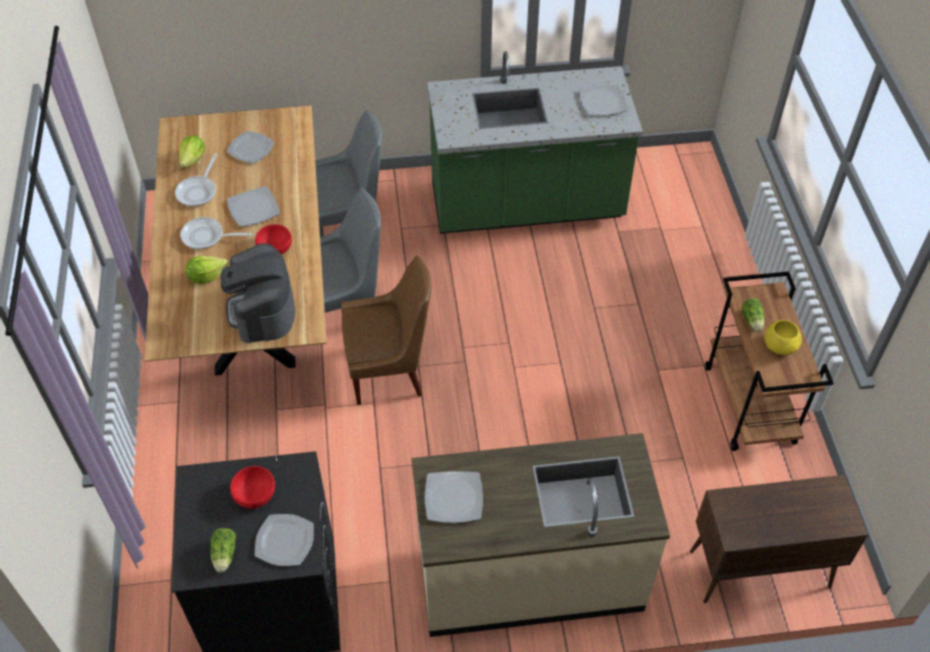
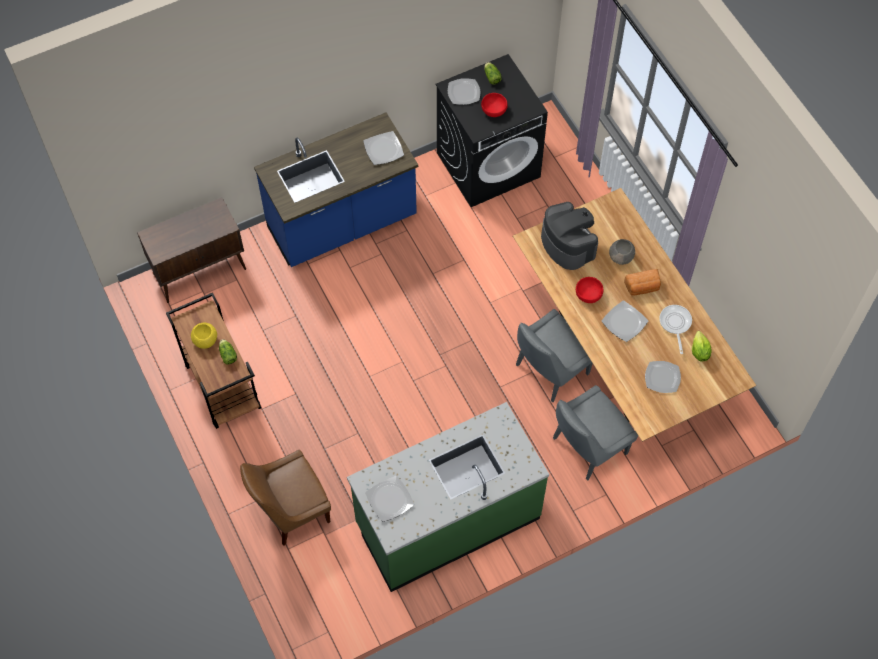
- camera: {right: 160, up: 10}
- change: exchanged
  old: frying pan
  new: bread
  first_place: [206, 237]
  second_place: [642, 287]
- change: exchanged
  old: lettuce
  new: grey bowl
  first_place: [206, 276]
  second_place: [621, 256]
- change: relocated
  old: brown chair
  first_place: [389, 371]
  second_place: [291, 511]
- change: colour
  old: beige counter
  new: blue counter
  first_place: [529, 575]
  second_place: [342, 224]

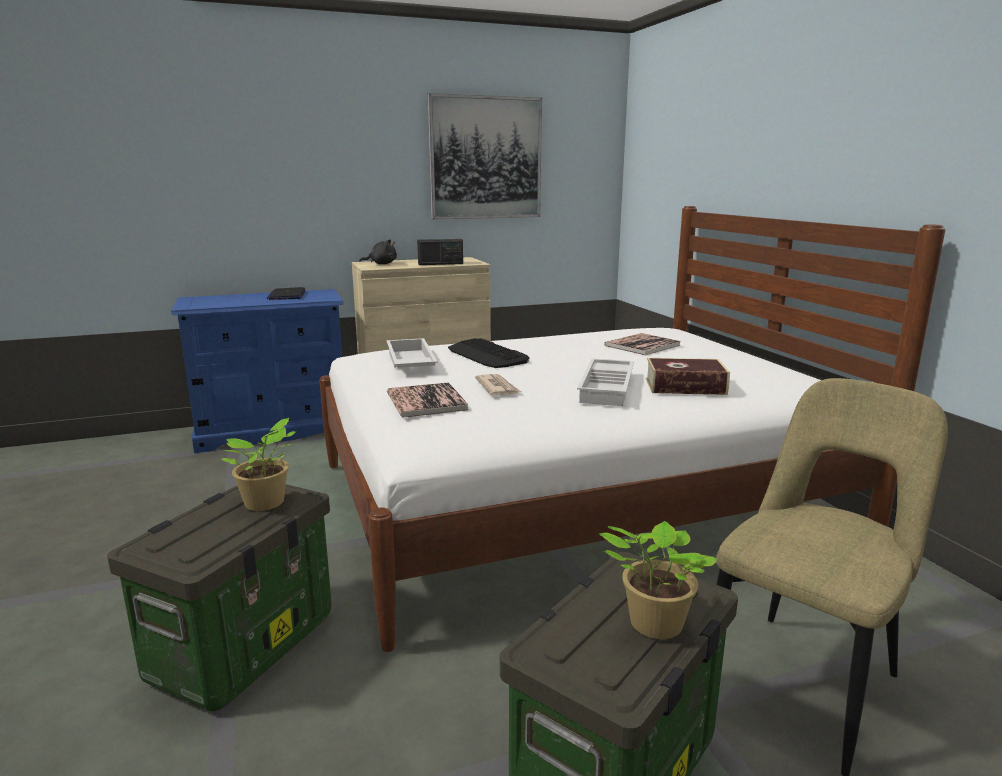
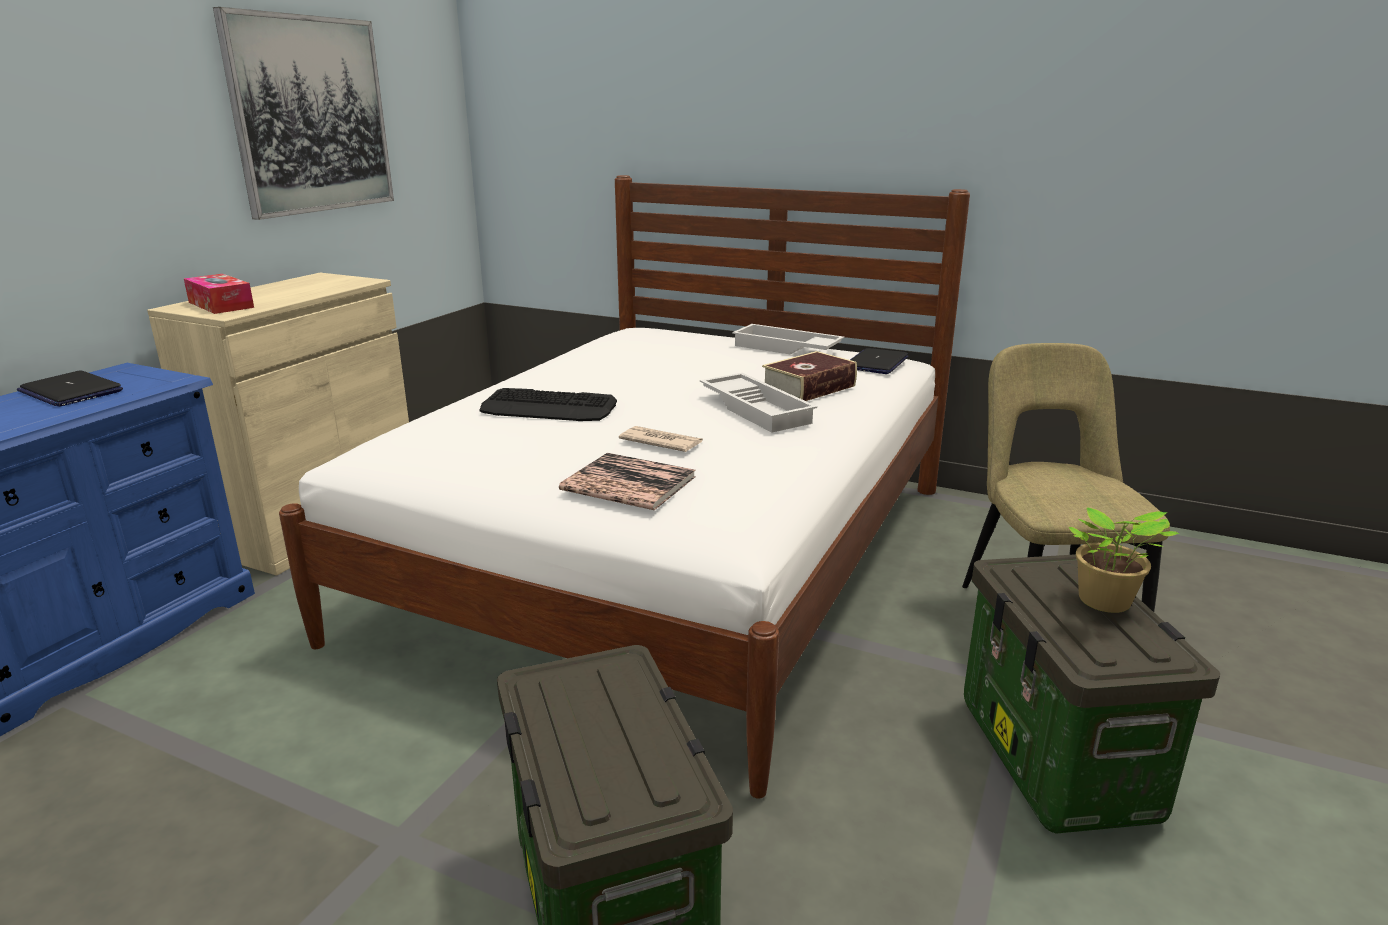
- camera: {right: -45, up: 5}
- change: missing
  old: potted plant
  first_place: [266, 504]
- change: exchanged
  old: black plush toy
  new: tissue box
  first_place: [381, 264]
  second_place: [221, 305]
- change: relocated
  old: white tray
  first_place: [409, 363]
  second_place: [785, 348]
- change: missing
  old: radio
  first_place: [440, 264]
- change: missing
  old: book
  first_place: [642, 345]
- change: appeared
  new: laptop
  second_place: [876, 363]

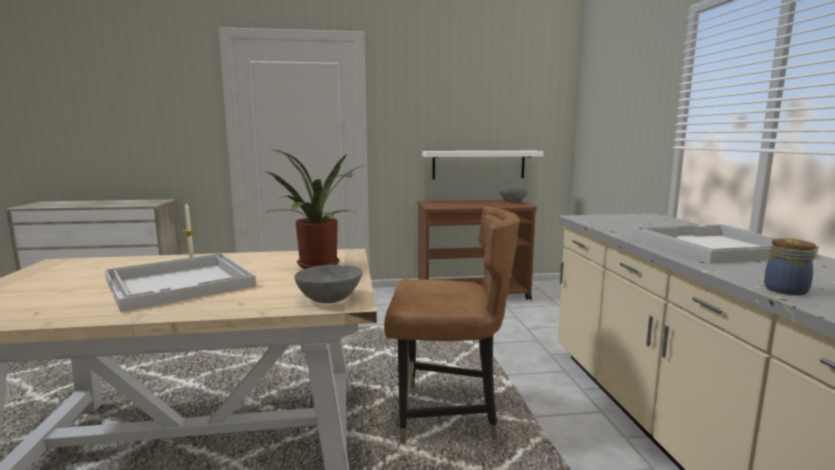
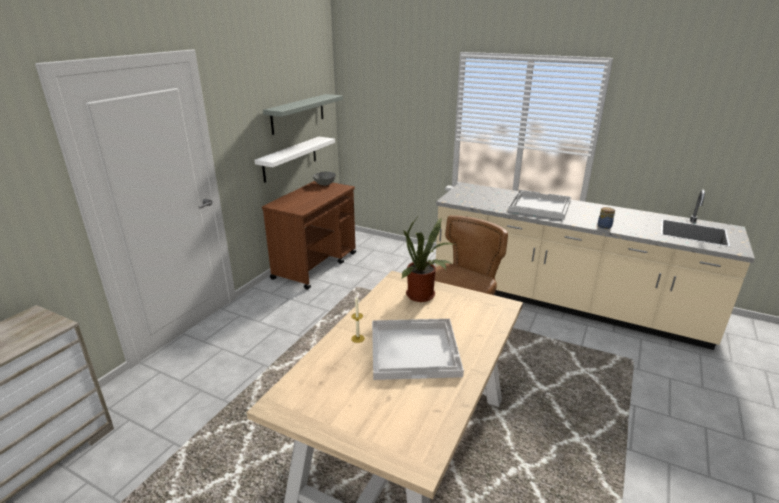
- camera: {right: -55, up: 15}
- change: missing
  old: grey bowl
  first_place: [329, 299]
- change: appeared
  new: grey shelf
  second_place: [298, 113]

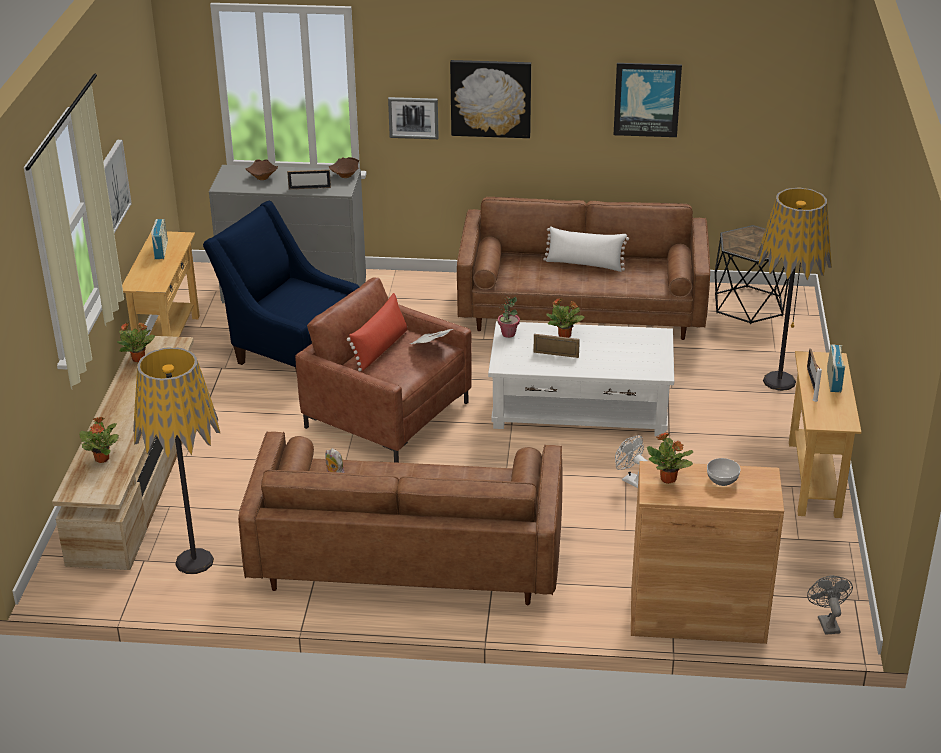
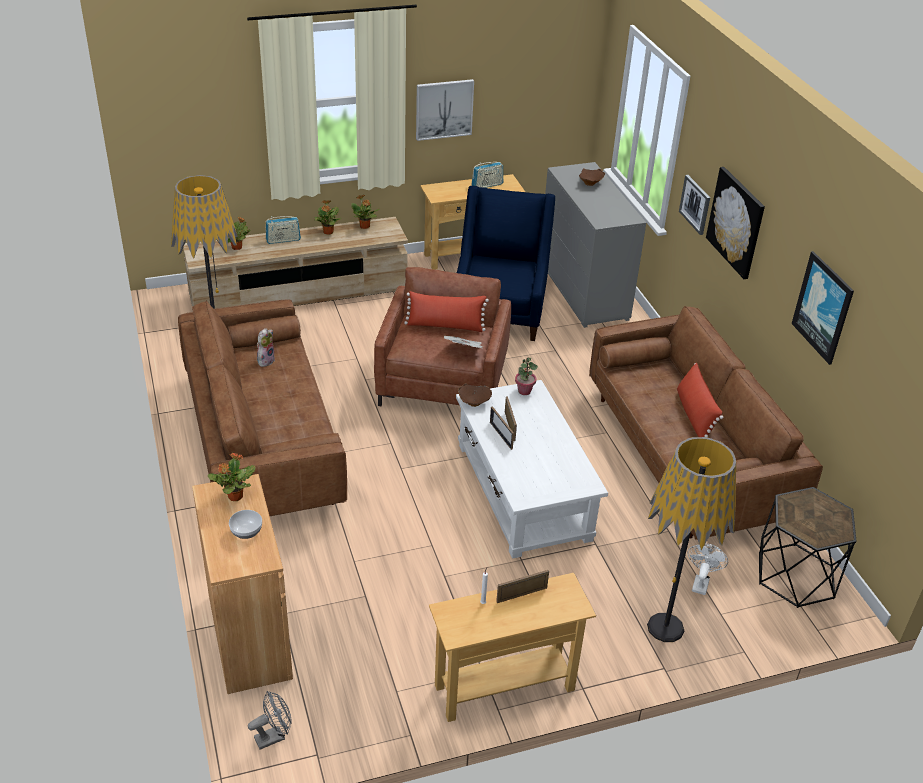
- camera: {right: 65, up: 5}
- change: relocated
  old: picture frame
  first_place: [309, 188]
  second_place: [501, 435]
- change: relocated
  old: brown bowl
  first_place: [344, 175]
  second_place: [474, 402]
- change: colour
  old: white pillow
  new: red pillow
  first_place: [584, 264]
  second_place: [694, 415]
- change: relocated
  old: potted plant
  first_place: [565, 335]
  second_place: [328, 232]
- change: relocated
  old: white fan
  first_place: [631, 480]
  second_place: [700, 582]
- change: relocated
  old: radio
  first_place: [833, 380]
  second_place: [283, 240]

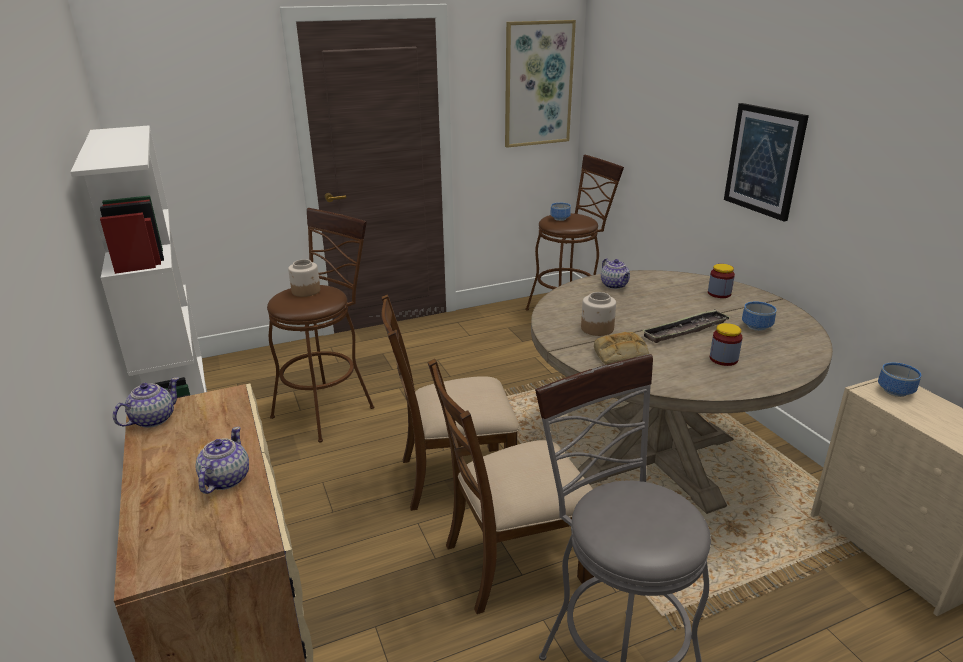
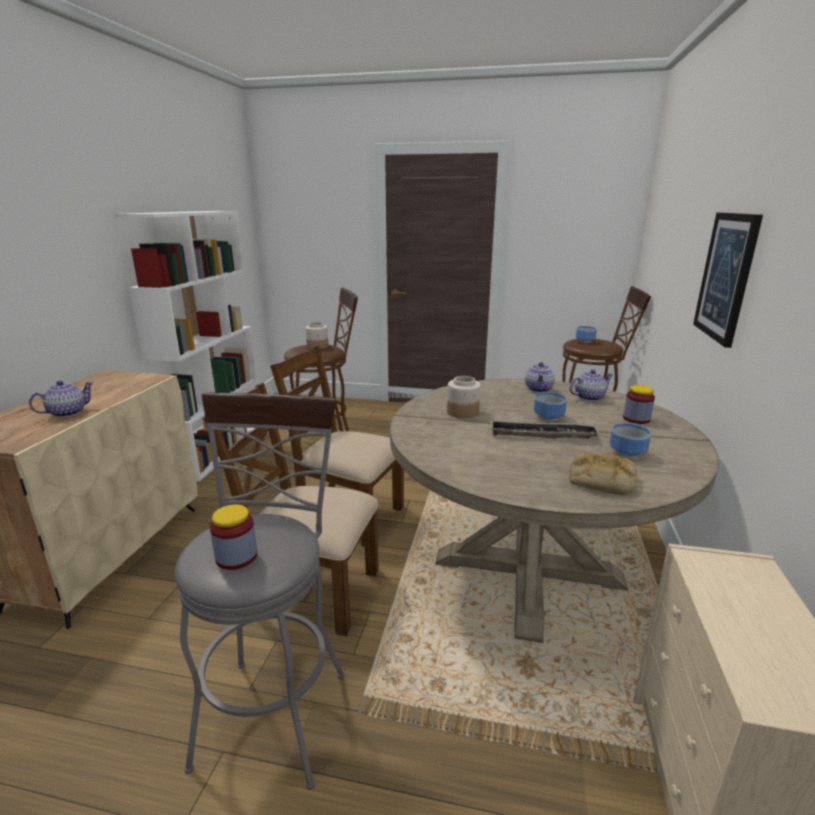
- camera: {right: 35, up: -5}
- change: relocated
  old: teapot
  first_place: [152, 419]
  second_place: [588, 397]
- change: missing
  old: picture
  first_place: [538, 84]
- change: relocated
  old: bread
  first_place: [620, 355]
  second_place: [600, 480]
- change: relocated
  old: jar
  first_place: [723, 359]
  second_place: [236, 557]
- change: relocated
  old: bowl
  first_place: [893, 390]
  second_place: [548, 416]

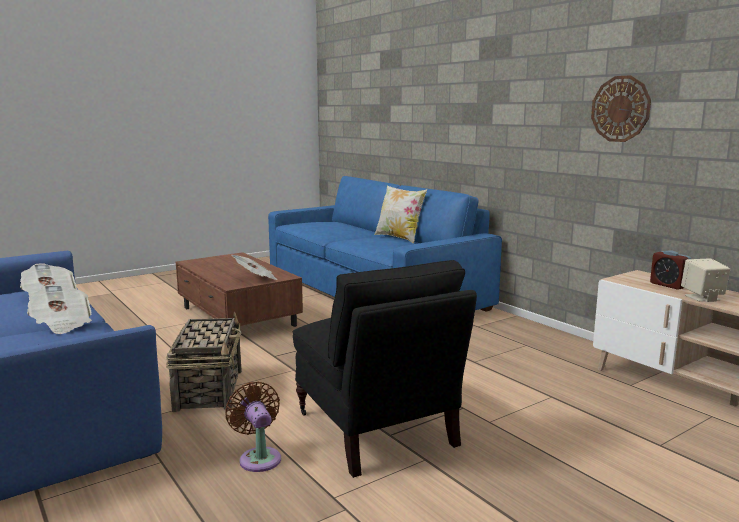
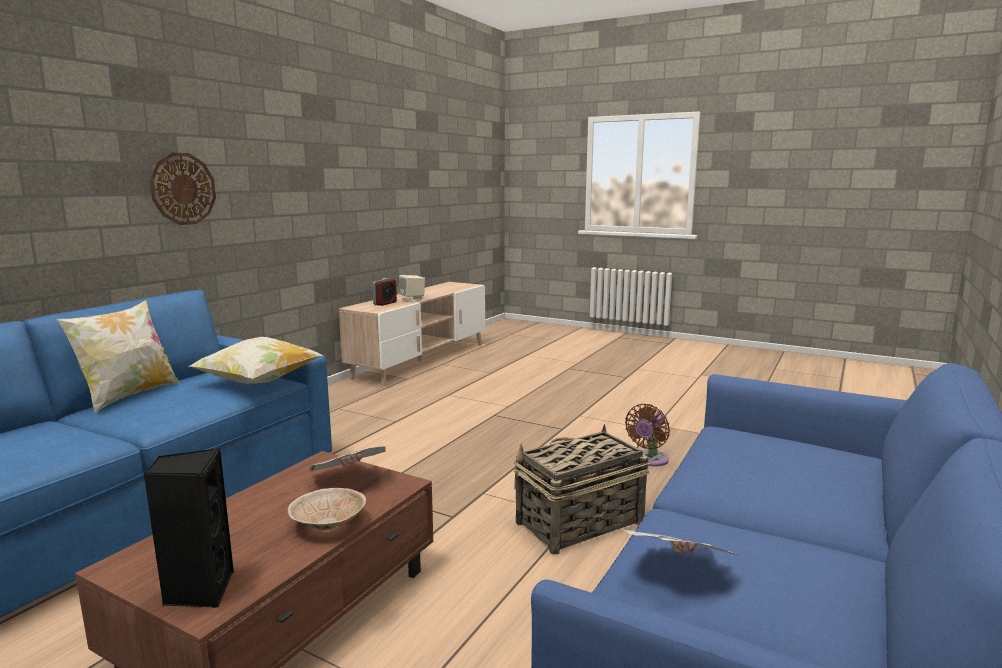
- camera: {right: -115, up: 0}
- change: missing
  old: newspaper
  first_place: [62, 324]
- change: missing
  old: black armchair
  first_place: [376, 431]
- change: relocated
  old: wall clock
  first_place: [620, 109]
  second_place: [183, 189]
- change: appeared
  new: black speaker
  second_place: [199, 591]
- change: appeared
  new: pillow
  second_place: [259, 382]
- change: appeared
  new: beige bowl
  second_place: [329, 524]

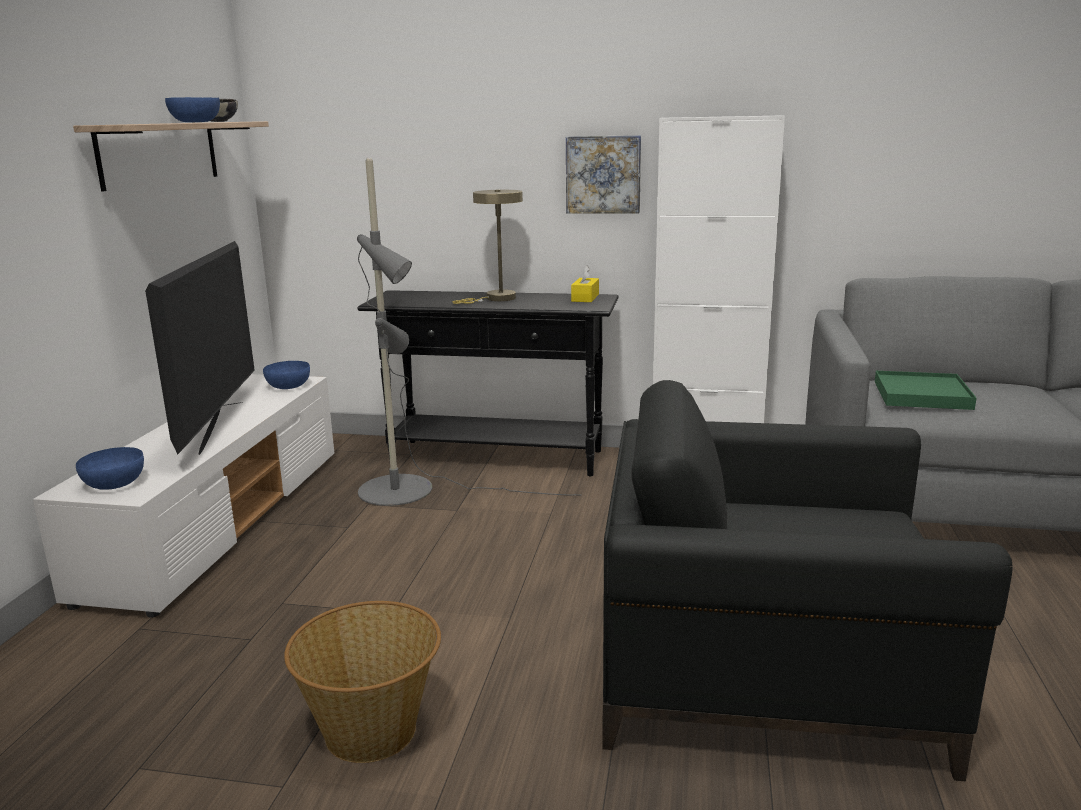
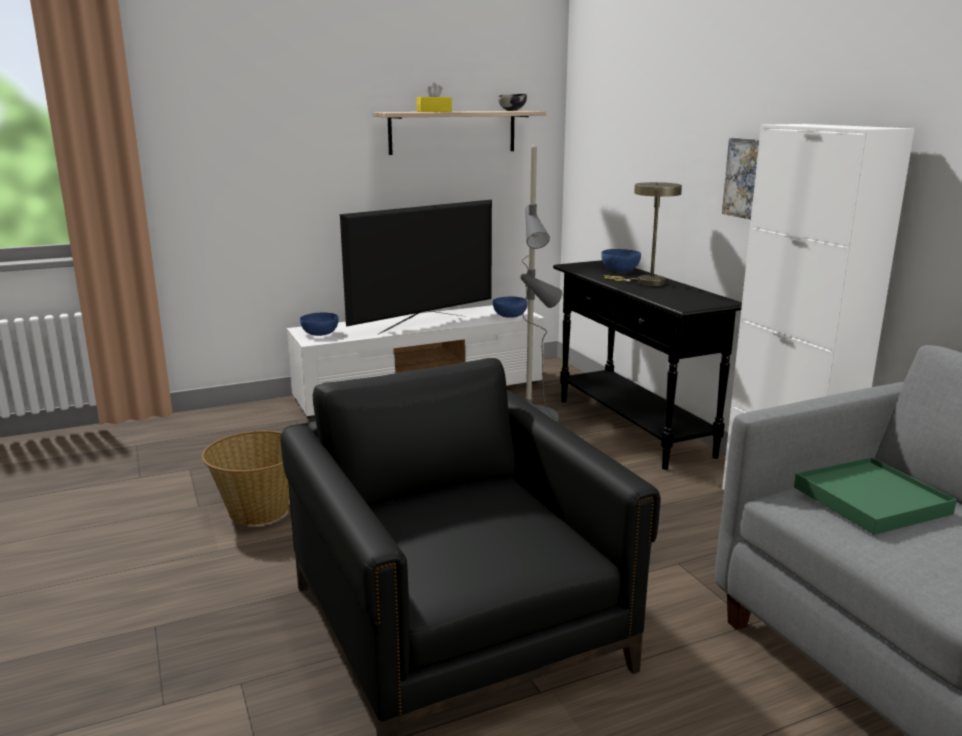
- camera: {right: 55, up: 0}
- change: relocated
  old: blue bowl
  first_place: [195, 122]
  second_place: [620, 270]
- change: relocated
  old: yellow tissue box
  first_place: [585, 298]
  second_place: [434, 111]

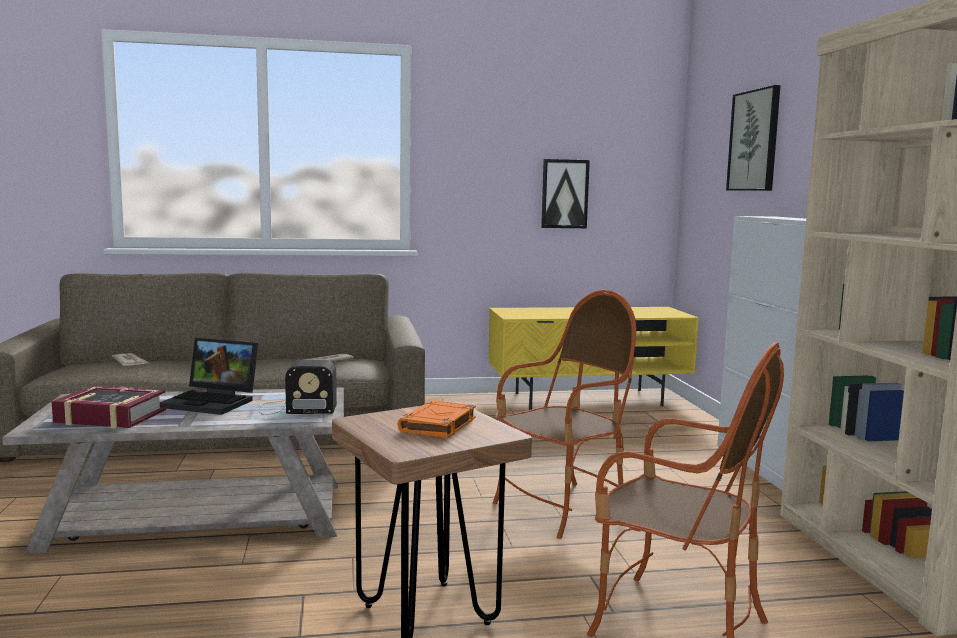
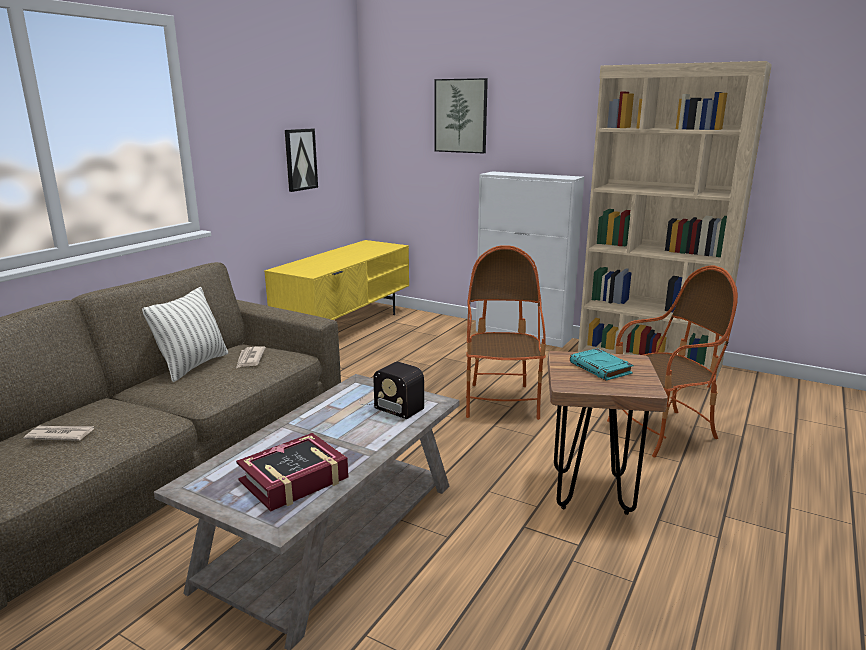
- camera: {right: -50, up: 10}
- change: missing
  old: laptop
  first_place: [213, 402]
- change: spun
  old: radio
  first_place: [295, 408]
  second_place: [389, 403]
  degrees: 90
- change: colour
  old: orange book
  new: turquoise book
  first_place: [438, 425]
  second_place: [601, 368]
- change: appeared
  new: pillow
  second_place: [193, 366]

